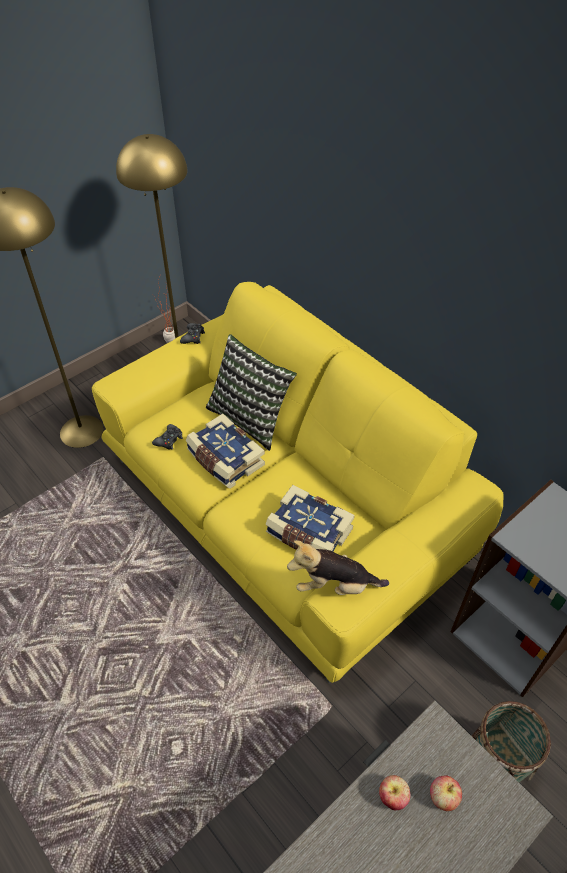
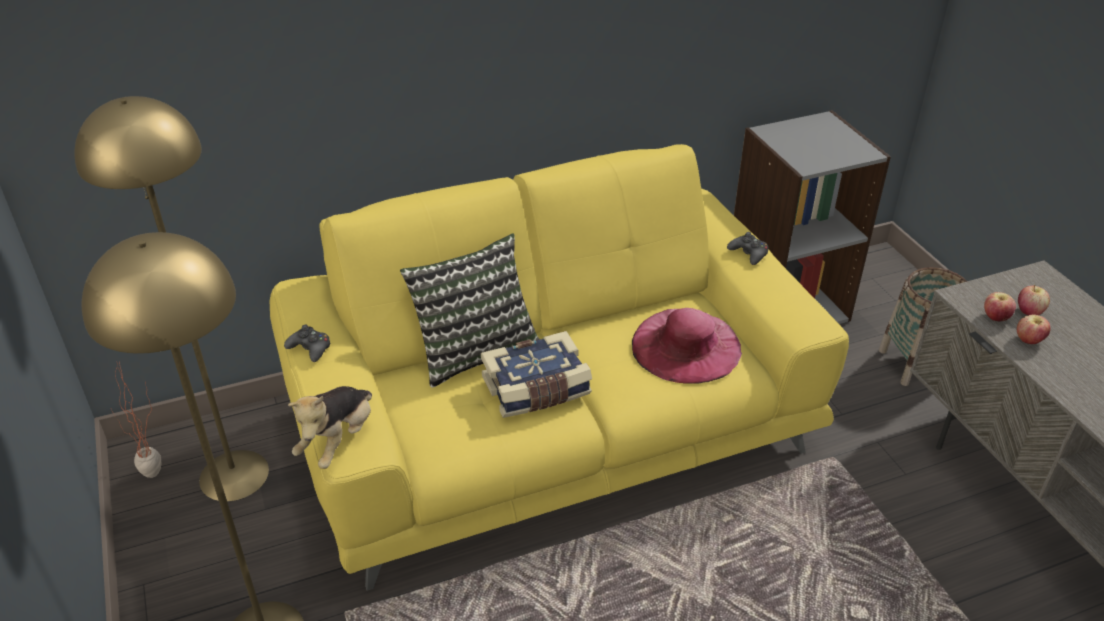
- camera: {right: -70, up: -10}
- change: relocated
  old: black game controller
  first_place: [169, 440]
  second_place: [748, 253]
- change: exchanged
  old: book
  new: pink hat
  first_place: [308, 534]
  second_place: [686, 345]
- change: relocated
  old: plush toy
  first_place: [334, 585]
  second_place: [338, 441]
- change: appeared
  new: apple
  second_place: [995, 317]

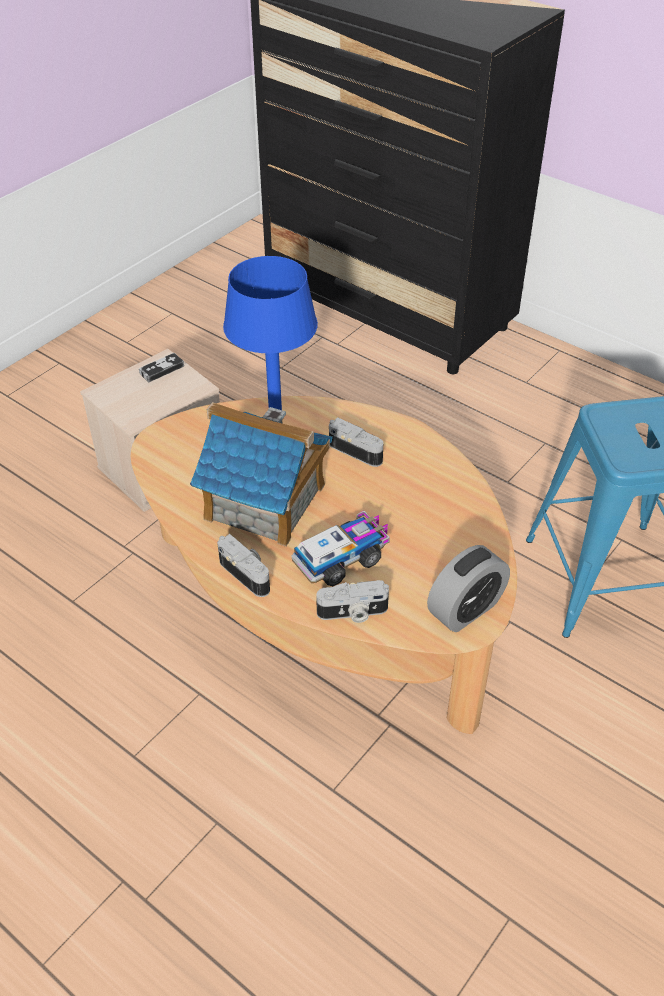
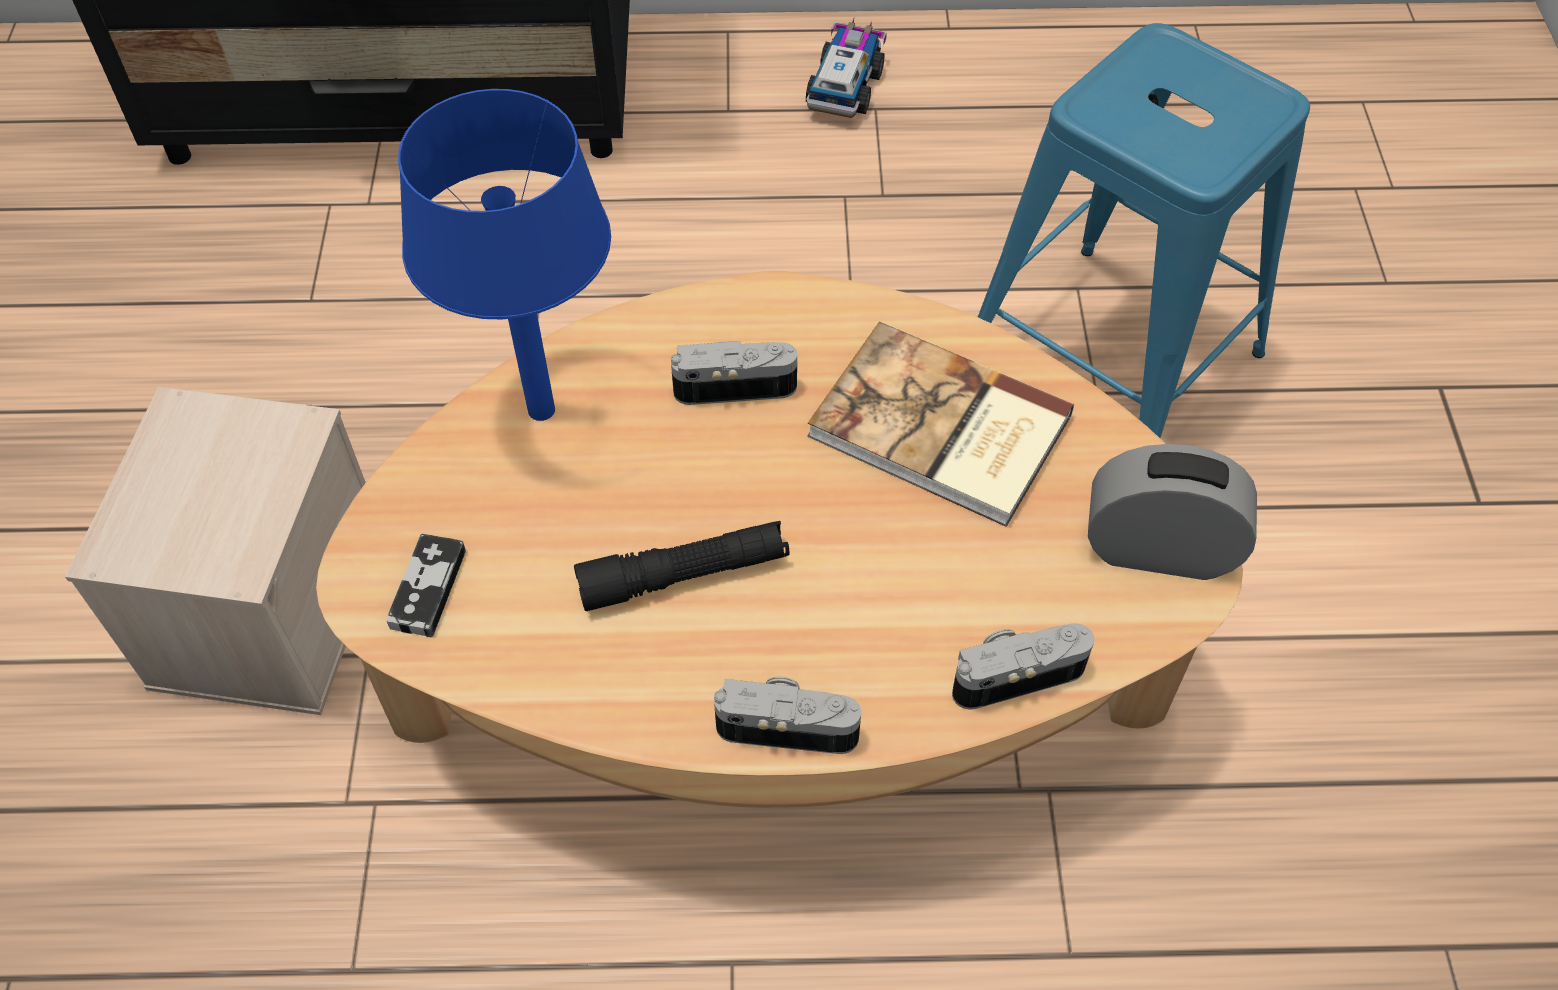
- camera: {right: -40, up: 10}
- change: relocated
  old: game controller
  first_place: [161, 369]
  second_place: [428, 588]
- change: exchanged
  old: toy house
  new: black flashlight
  first_place: [265, 502]
  second_place: [684, 575]
- change: relocated
  old: toy truck
  first_place: [342, 559]
  second_place: [845, 86]
- change: spun
  old: photo camera
  first_place: [353, 613]
  second_place: [1015, 673]
  degrees: -150
- change: spun
  old: alarm clock
  first_place: [465, 609]
  second_place: [1159, 549]
  degrees: -90
- change: appeared
  new: book
  second_place: [940, 431]

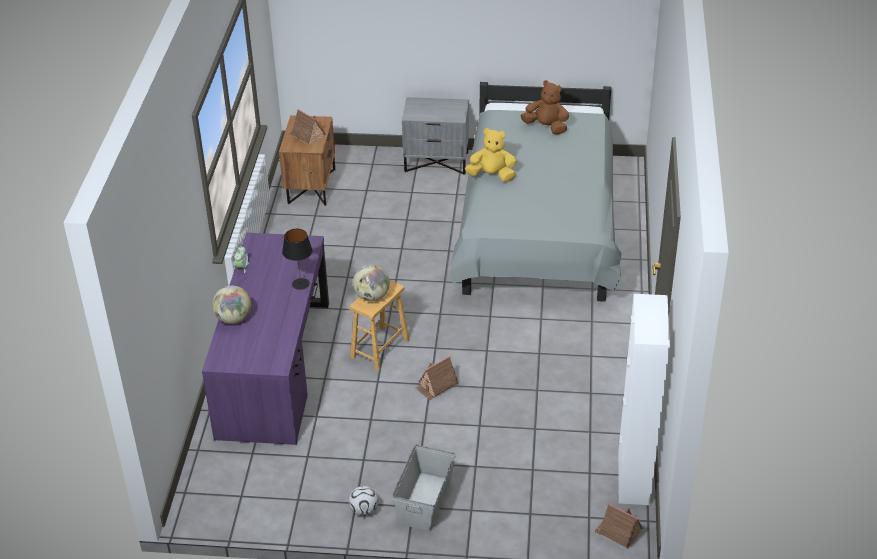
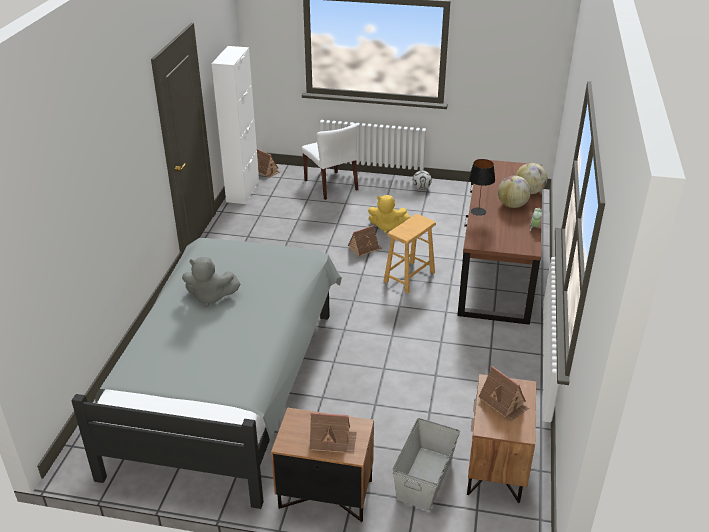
- camera: {right: -175, up: -5}
- change: colour
  old: purple desk
  new: brown desk
  first_place: [274, 368]
  second_place: [497, 268]
- change: relocated
  old: globe
  first_place: [372, 296]
  second_place: [512, 205]
- change: relocated
  old: grey storage box
  first_place: [424, 501]
  second_place: [425, 477]
- change: colour
  old: grey nightstand
  new: brown nightstand
  first_place: [437, 162]
  second_place: [325, 495]
- change: relocated
  old: yellow plush toy
  first_place: [492, 176]
  second_place: [387, 226]
- change: missing
  old: brown plush toy
  first_place: [546, 127]
- change: appeared
  new: grey plush toy
  second_place: [210, 297]
- change: appeared
  new: white chair
  second_place: [331, 185]
- change: appeared
  new: toy house
  second_place: [333, 441]

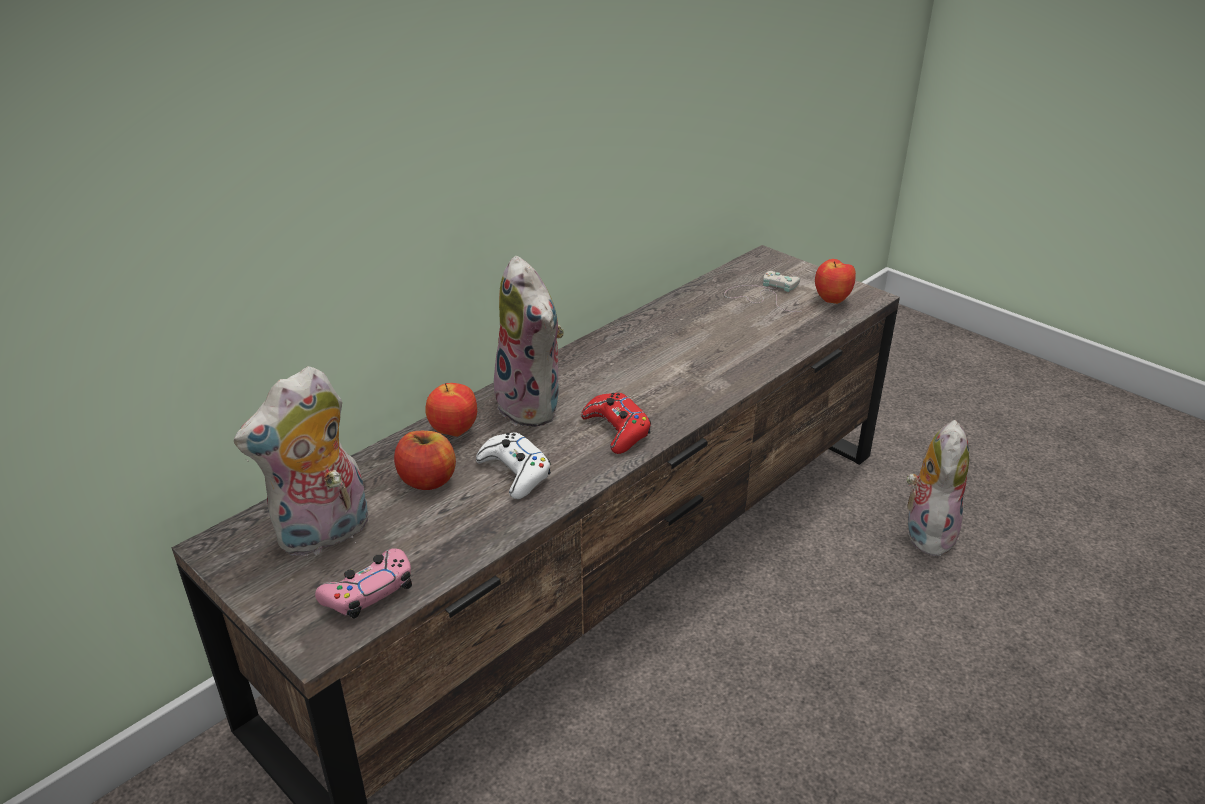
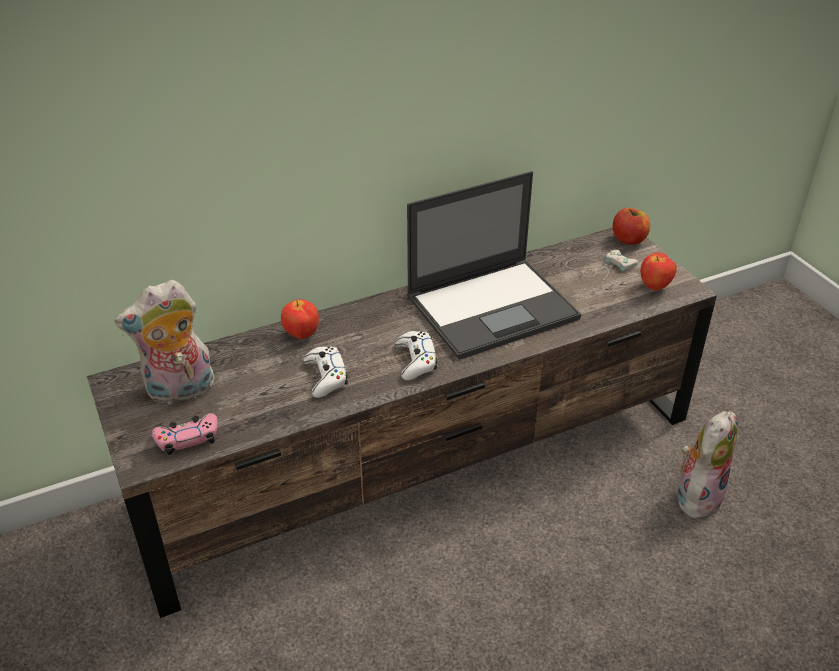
- camera: {right: 20, up: 5}
- change: relocated
  old: apple
  first_place: [428, 480]
  second_place: [629, 239]
- change: missing
  old: plush toy
  first_place: [534, 406]
- change: colour
  old: red game controller
  new: white game controller
  first_place: [617, 430]
  second_place: [416, 361]
- change: appeared
  new: laptop
  second_place: [493, 307]

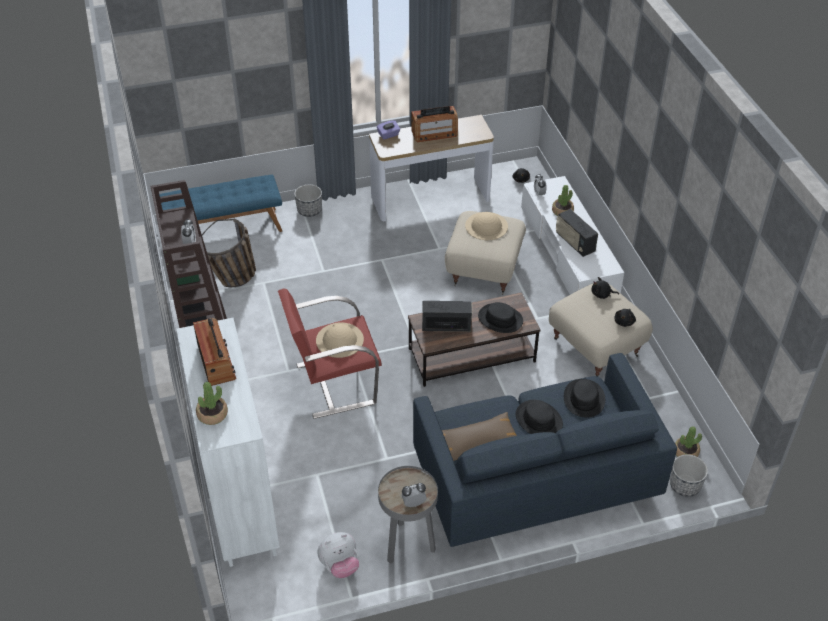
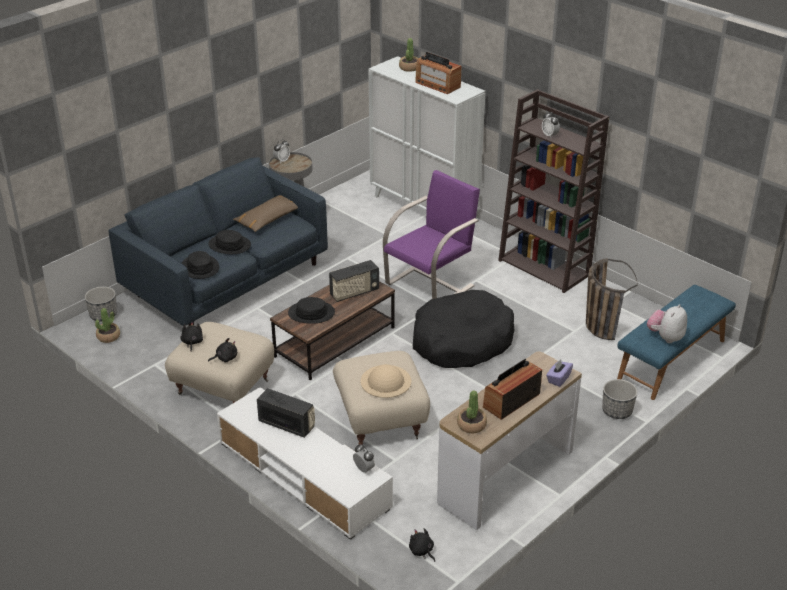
- camera: {right: 150, up: -10}
- change: colour
  old: red armchair
  new: purple armchair
  first_place: [334, 384]
  second_place: [430, 284]
- change: missing
  old: beige hat
  first_place: [339, 340]
- change: relocated
  old: plush toy
  first_place: [340, 566]
  second_place: [665, 337]
- change: relocated
  old: potted plant
  first_place: [562, 211]
  second_place: [471, 425]
- change: appeared
  new: black dog bed
  second_place: [461, 341]

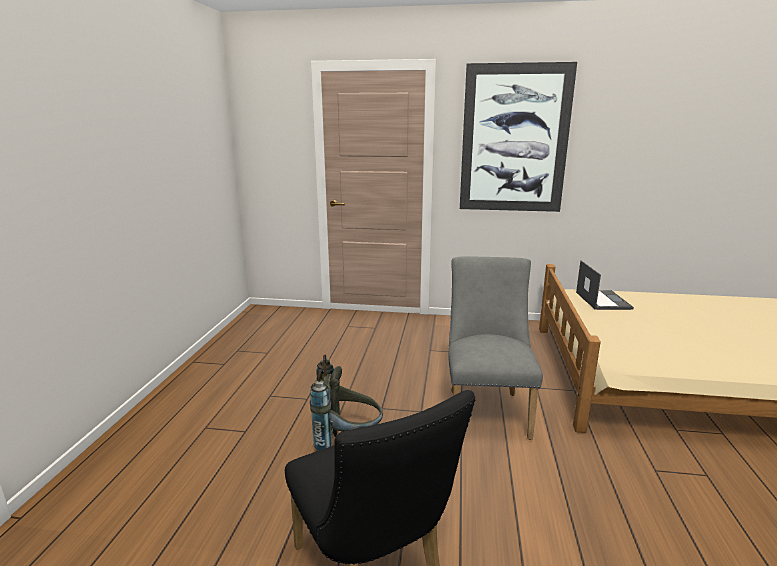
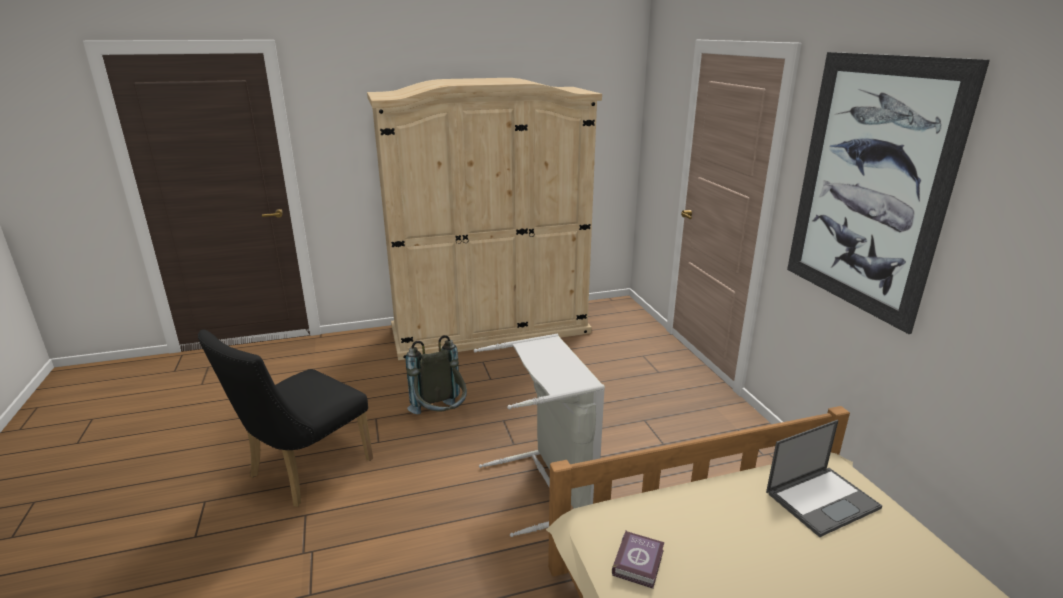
- camera: {right: 65, up: 5}
- change: exchanged
  old: grey chair
  new: grey laundry basket
  first_place: [486, 409]
  second_place: [548, 486]
- change: appeared
  new: beige wardrobe
  second_place: [490, 330]
- change: appeared
  new: book
  second_place: [639, 562]

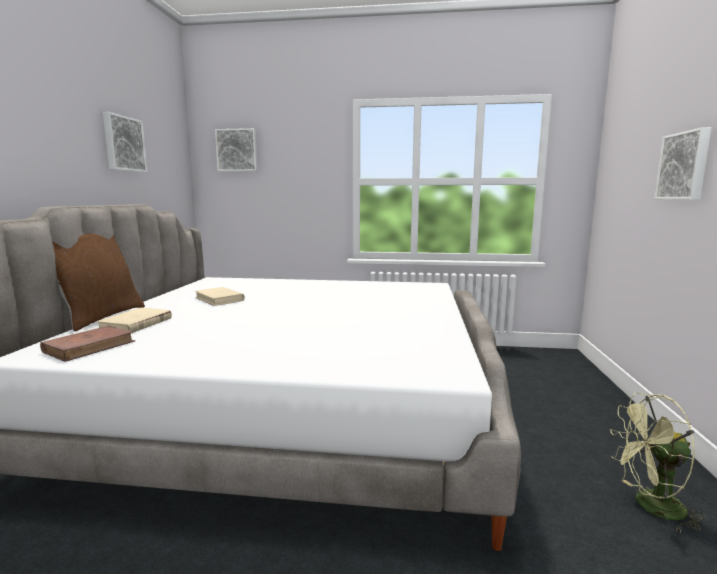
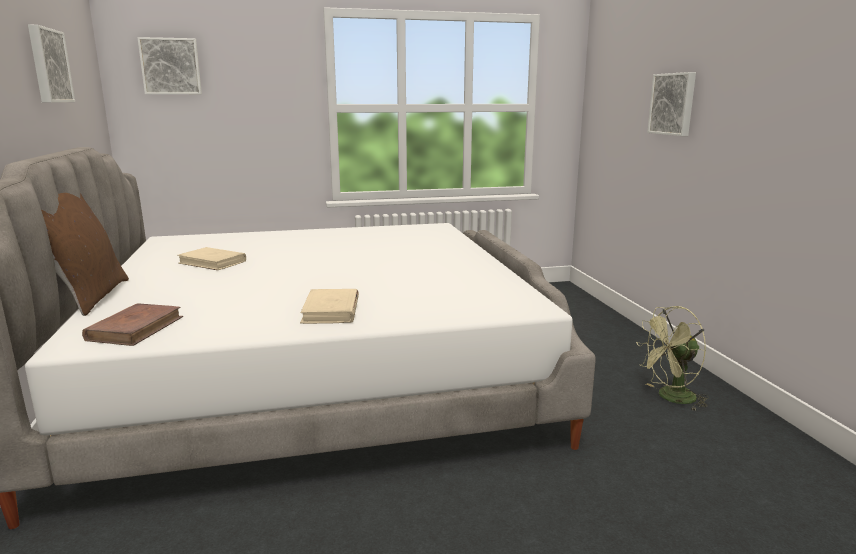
- camera: {right: -20, up: 5}
- change: relocated
  old: beige book
  first_place: [135, 324]
  second_place: [331, 310]

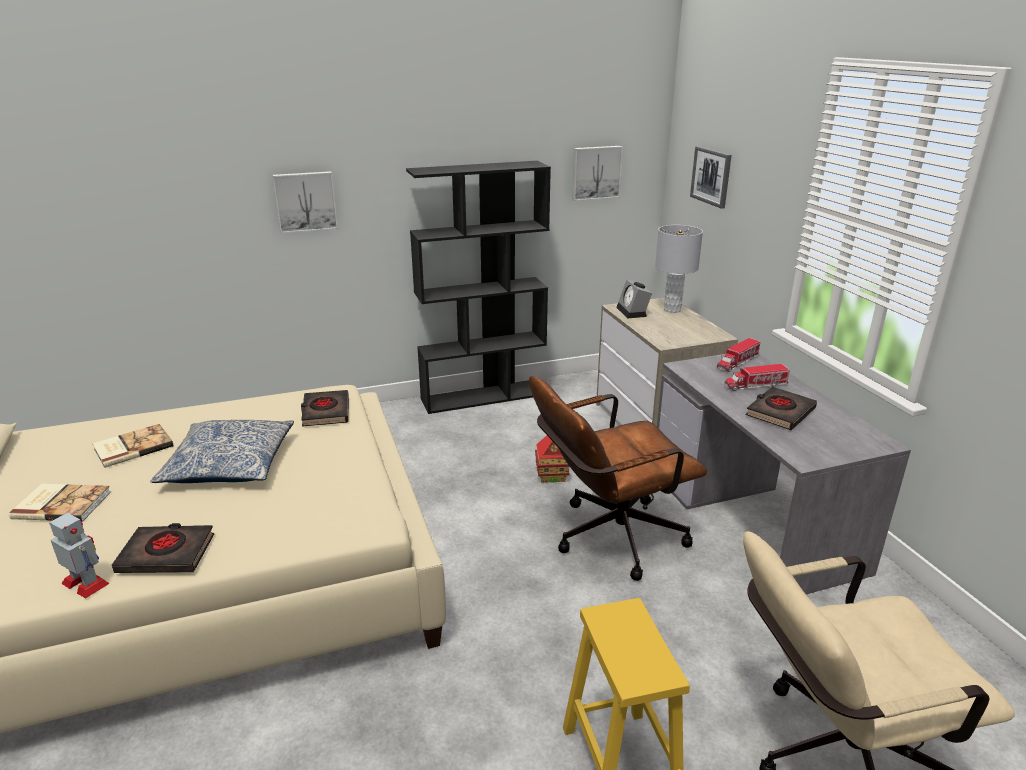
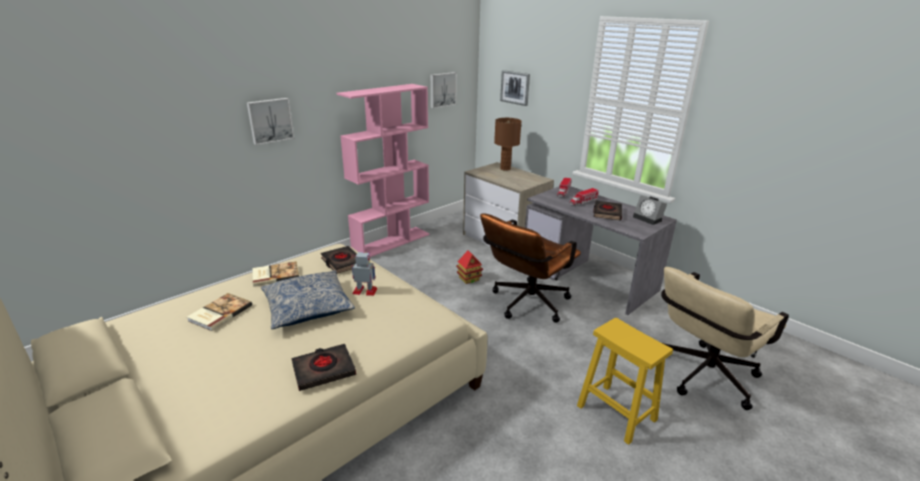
- camera: {right: -25, up: 0}
- change: relocated
  old: book
  first_place: [62, 504]
  second_place: [275, 275]
- change: relocated
  old: toy robot
  first_place: [86, 583]
  second_place: [365, 291]
- change: colour
  old: black bookcase
  new: pink bookcase
  first_place: [483, 396]
  second_place: [391, 242]
- change: relocated
  old: alarm clock
  first_place: [633, 312]
  second_place: [648, 219]
- change: colour
  old: grey table lamp
  new: brown table lamp
  first_place: [672, 309]
  second_place: [505, 169]

